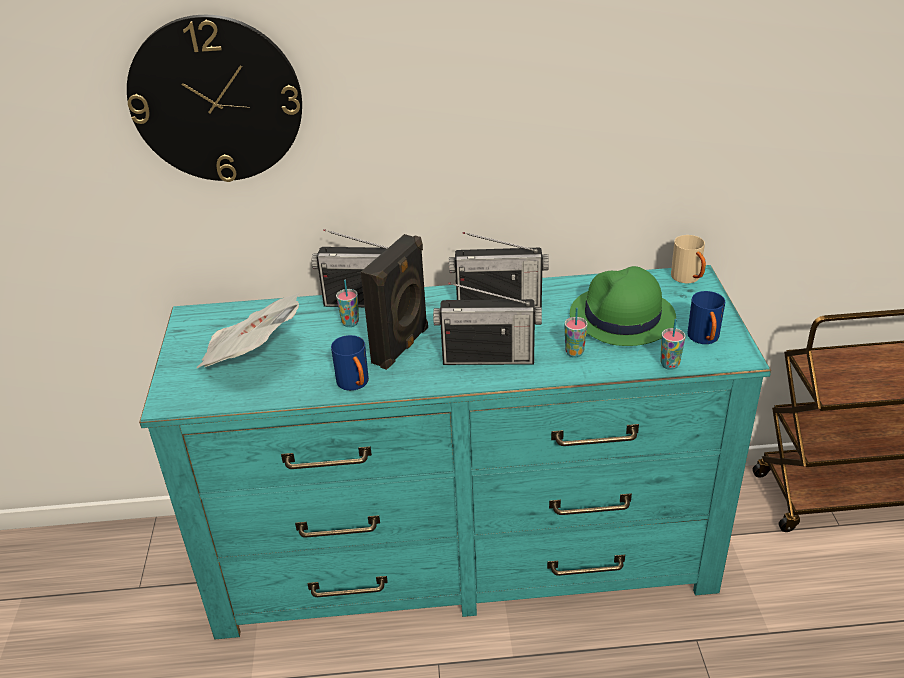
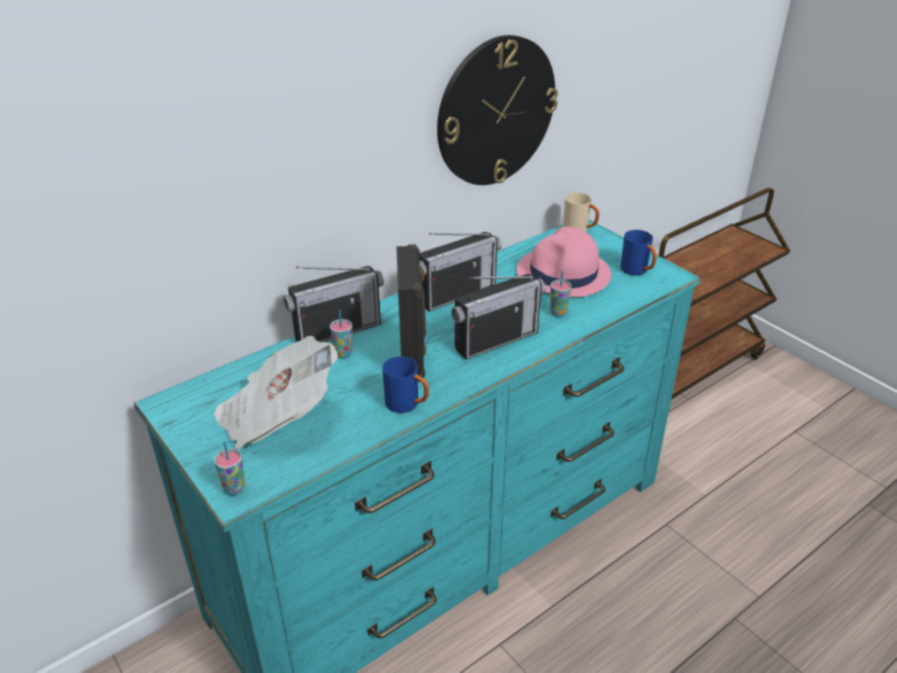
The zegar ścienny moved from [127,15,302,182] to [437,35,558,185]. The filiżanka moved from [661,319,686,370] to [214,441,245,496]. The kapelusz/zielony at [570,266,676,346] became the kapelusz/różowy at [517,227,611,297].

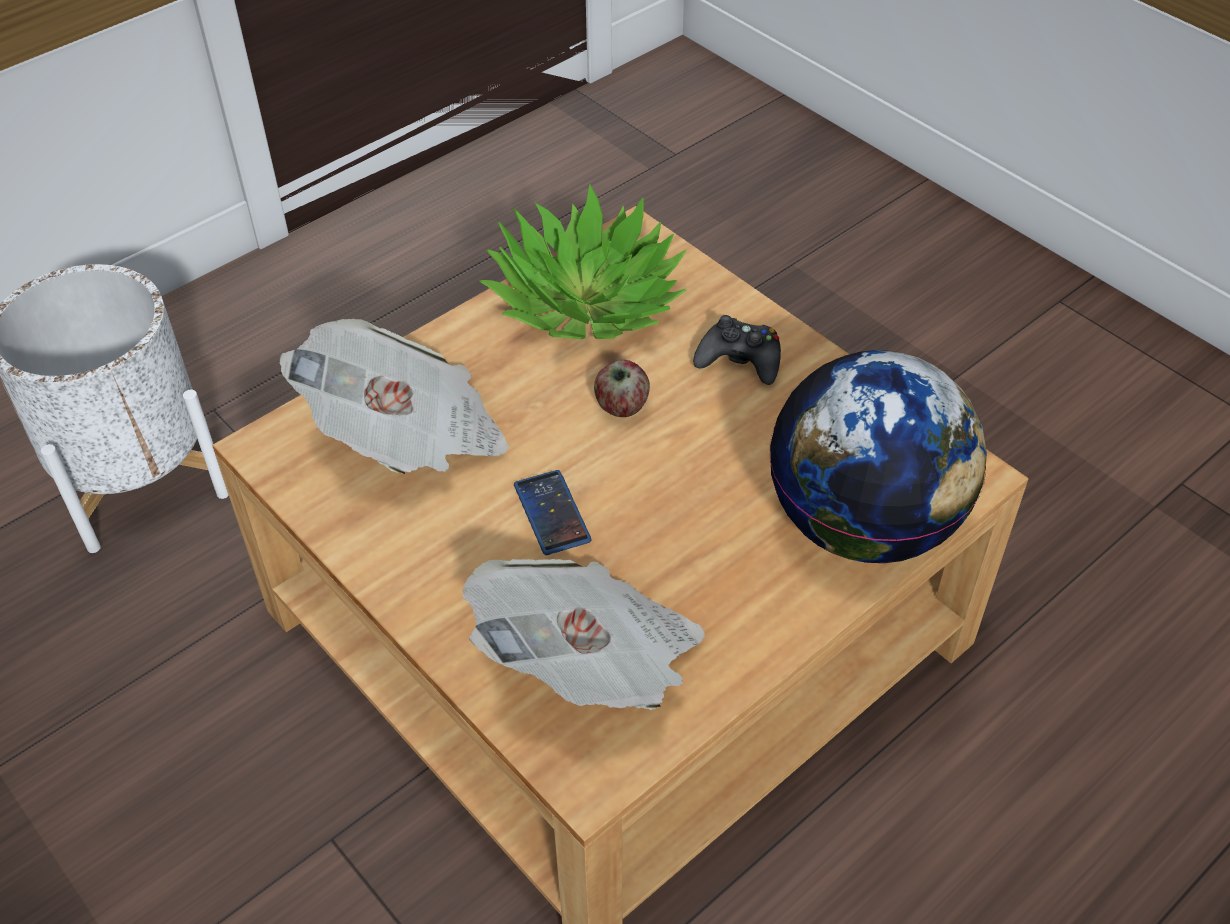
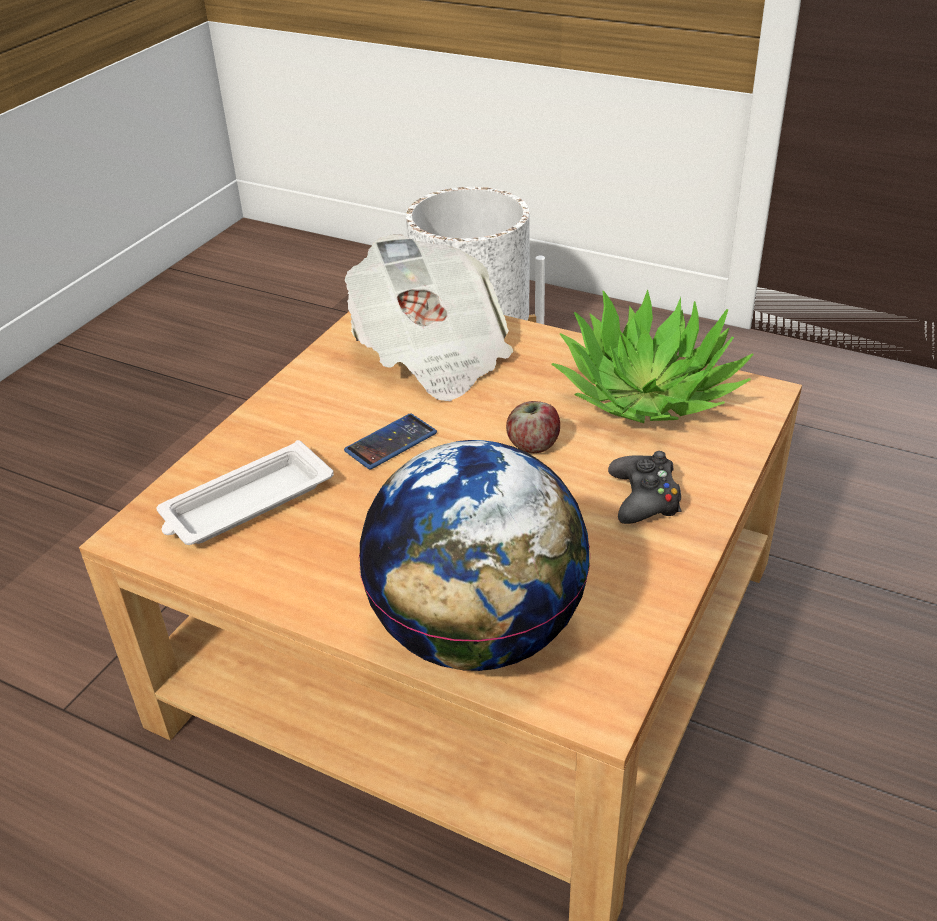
The gazeta at [462,559,705,710] was replaced by the taca/biały at [157,440,334,545].

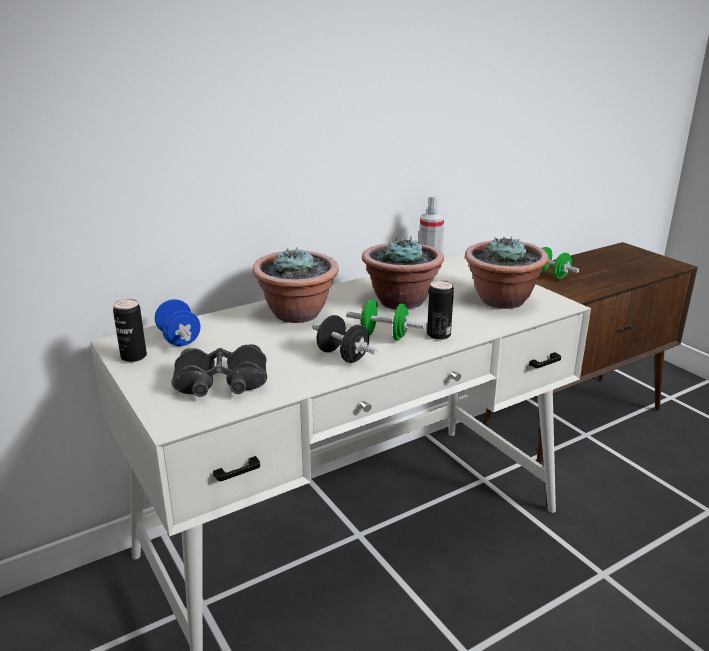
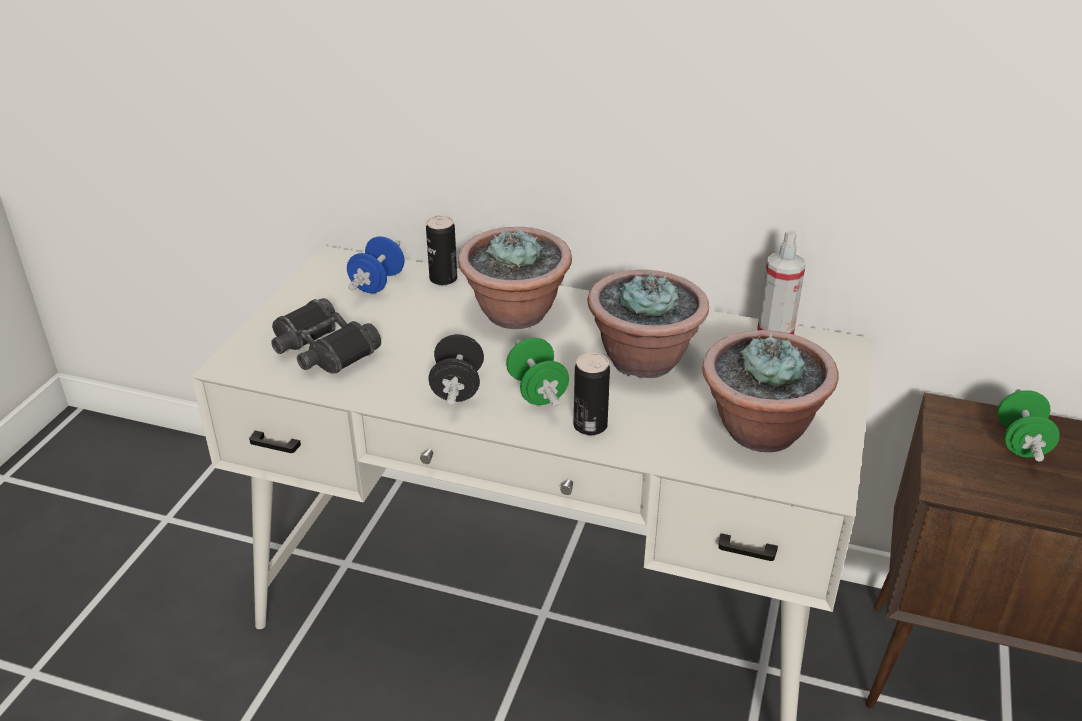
The puszka moved from [113,299,147,362] to [426,215,457,285].

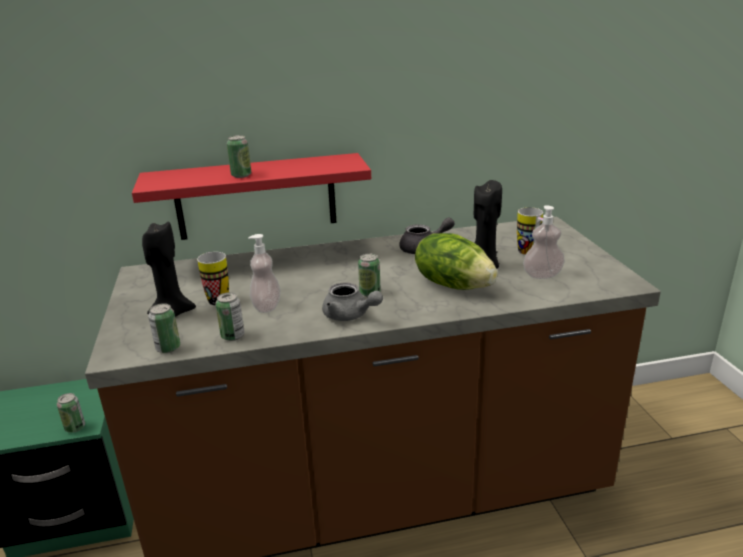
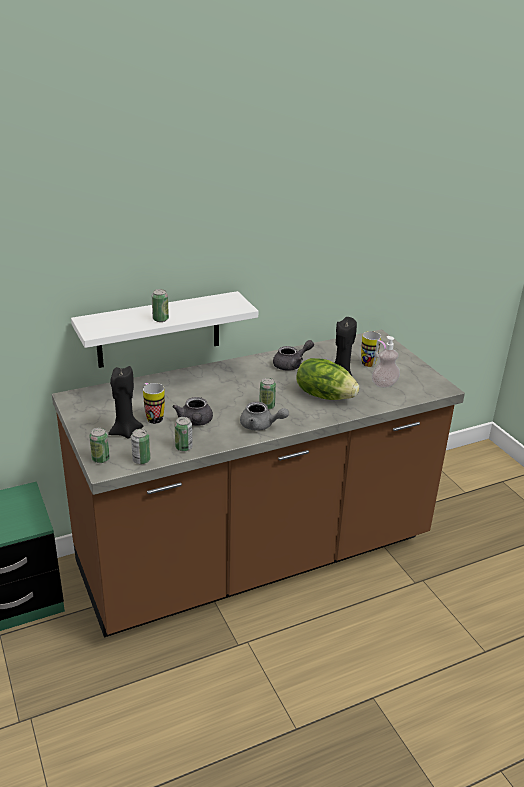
The puszka moved from [57,393,85,433] to [89,428,110,463]. The dozownik mydła at [248,234,281,313] was replaced by the imbryk/szary at [173,397,213,426]. The półka/czerwony at [132,153,371,240] became the półka/biały at [71,291,258,368].

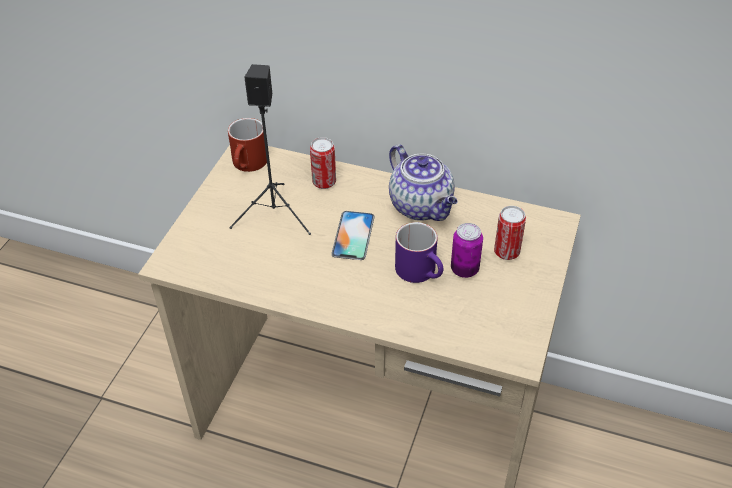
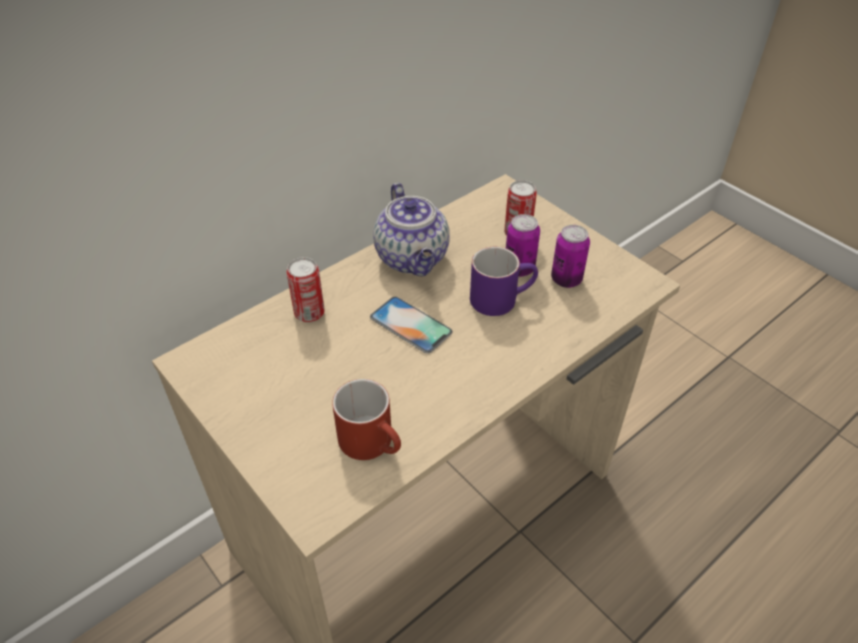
The głośnik/czarny at [230,64,311,235] disappeared. The puszka at [551,225,590,288] appeared. The kubek/czerwony moved from [228,118,267,172] to [332,379,401,460]. The imbryk at [389,144,457,221] turned 75 degrees clockwise.

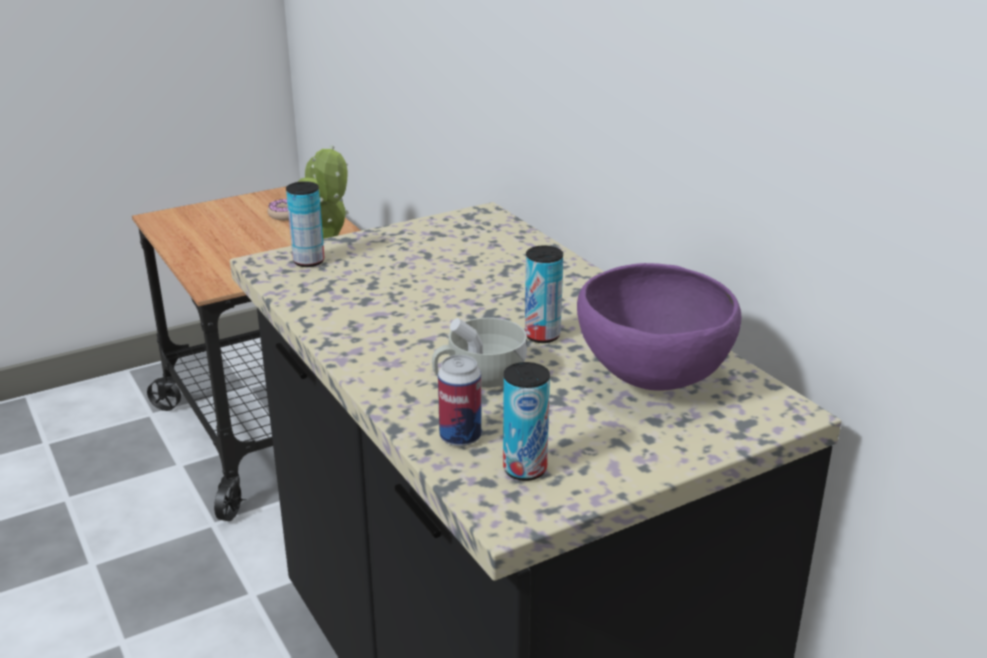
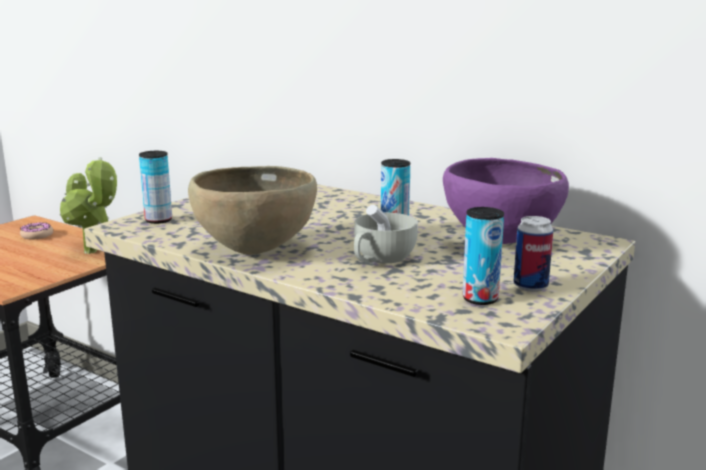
The miska/brązowy at [188,166,317,255] appeared. The puszka moved from [438,355,482,446] to [514,216,553,292].

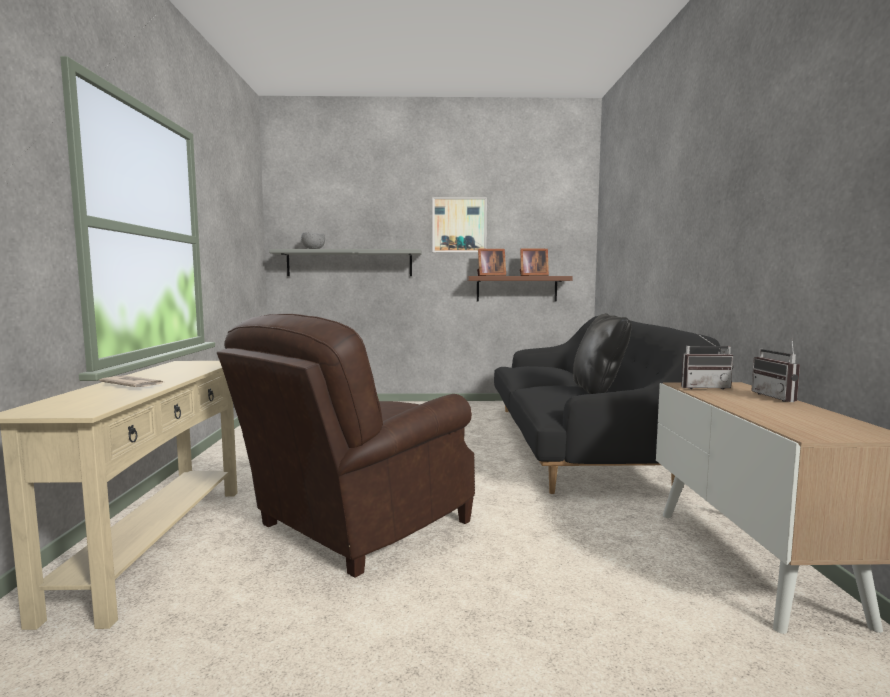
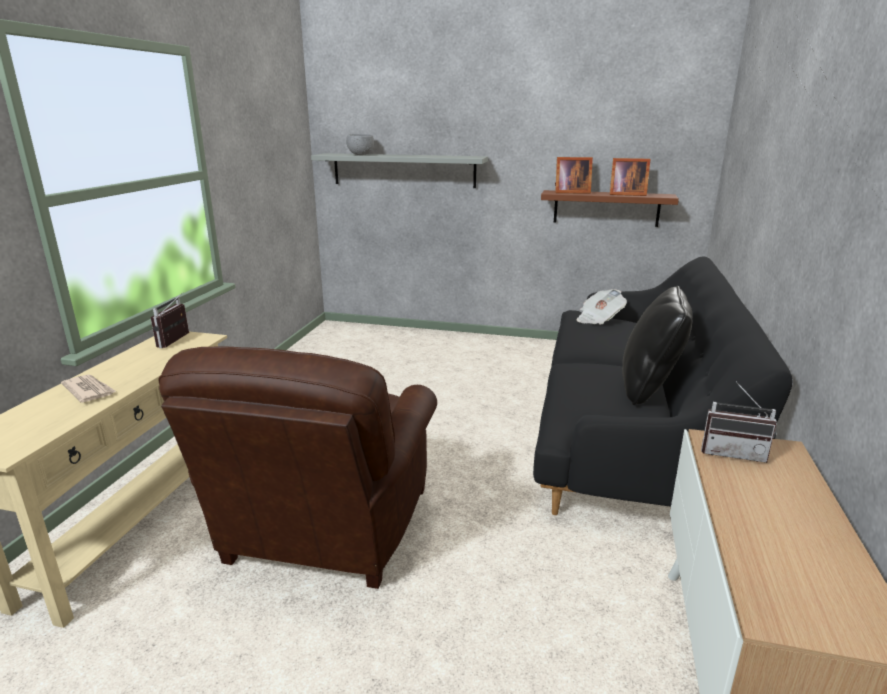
The obraz at [432,197,487,253] disappeared. The gazeta at [576,289,627,325] appeared. The radio moved from [751,338,800,402] to [150,292,189,348]. The fotel/brązowy at [217,314,475,578] turned 45 degrees counterclockwise.

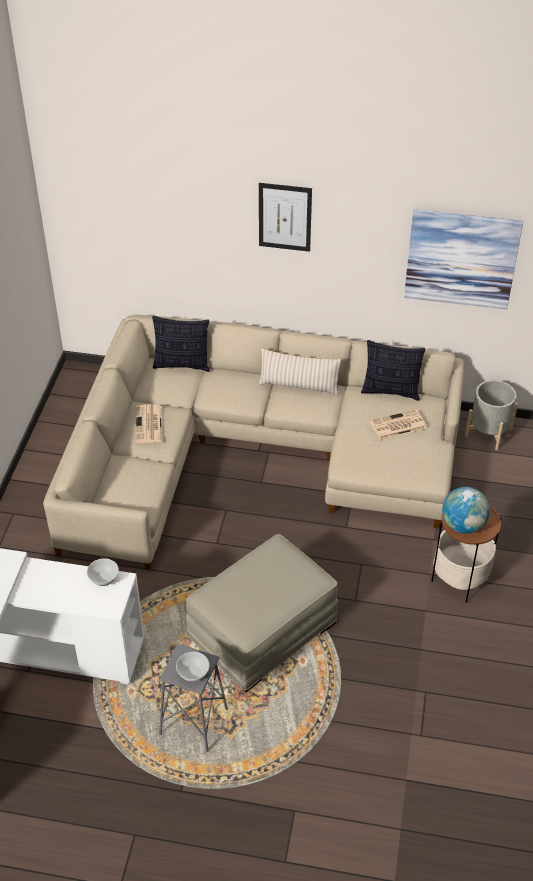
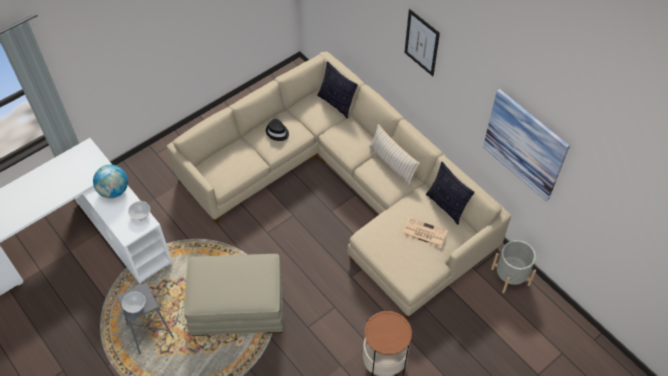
The globus moved from [442,487,490,534] to [93,164,128,198]. The gazeta at [136,404,163,443] was replaced by the kapelusz/czarny at [266,119,289,141].

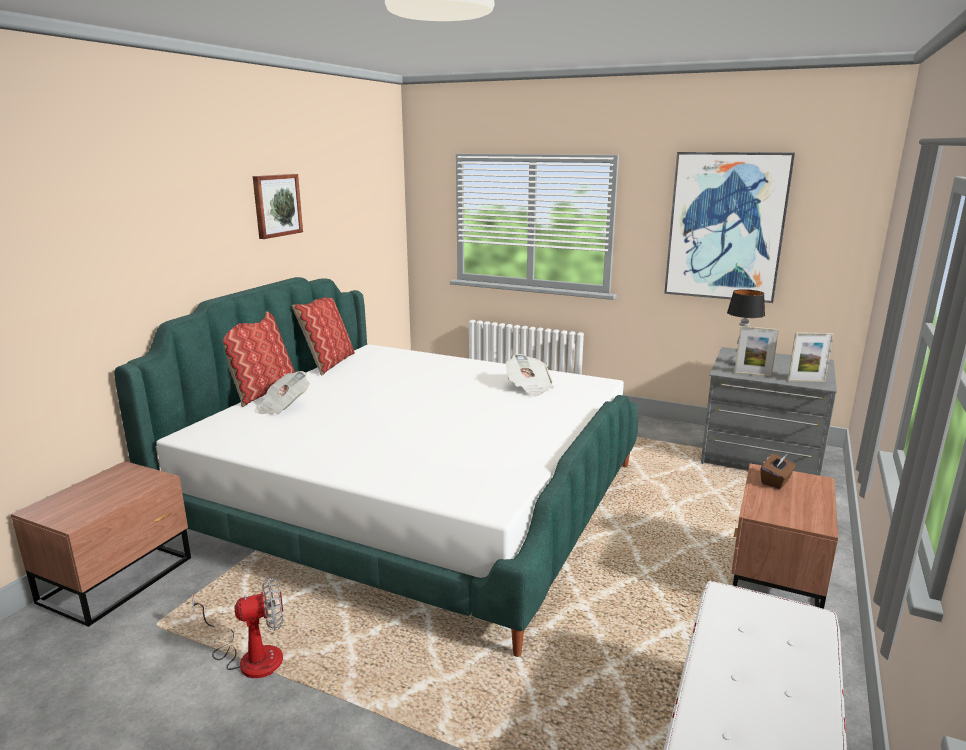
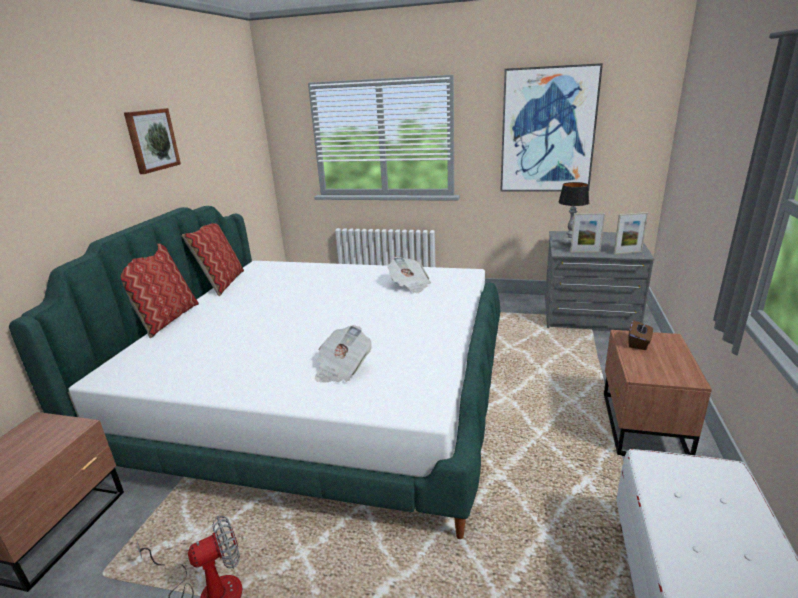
The gazeta moved from [254,371,310,415] to [315,325,371,383].

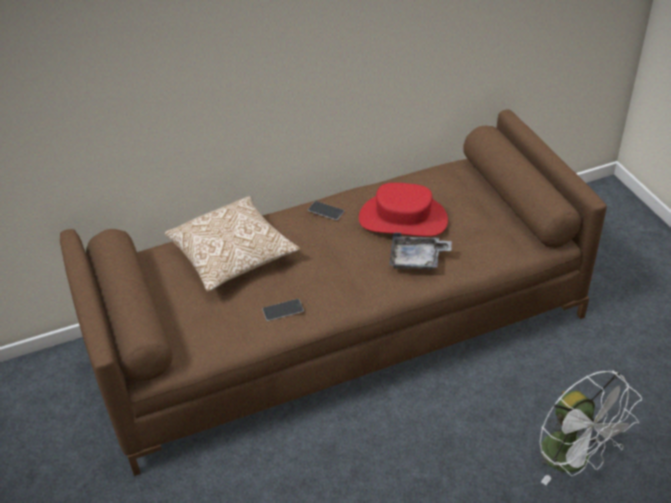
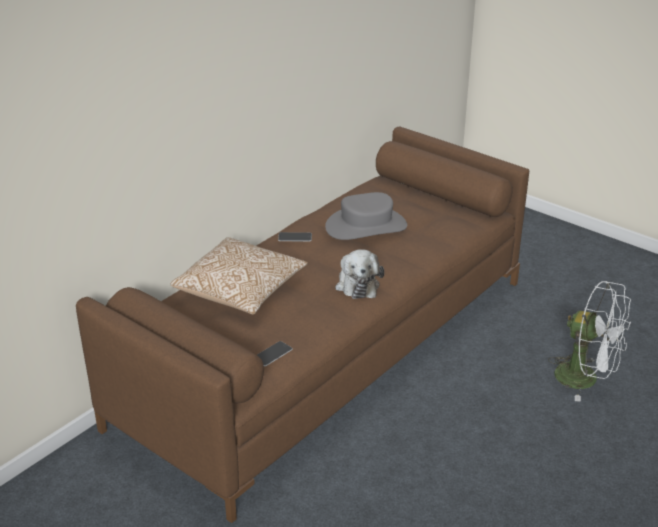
The taca/szary at [389,233,452,270] disappeared. The pluszak at [335,249,384,299] appeared. The telefon moved from [262,299,304,321] to [257,341,293,367]. The kapelusz/czerwony at [359,183,448,237] became the kapelusz/szary at [325,192,407,240].

